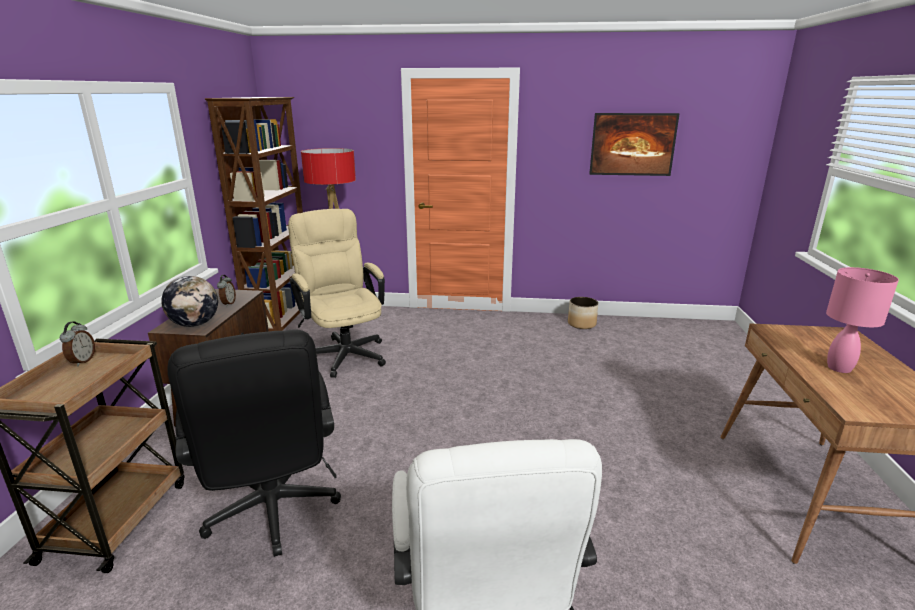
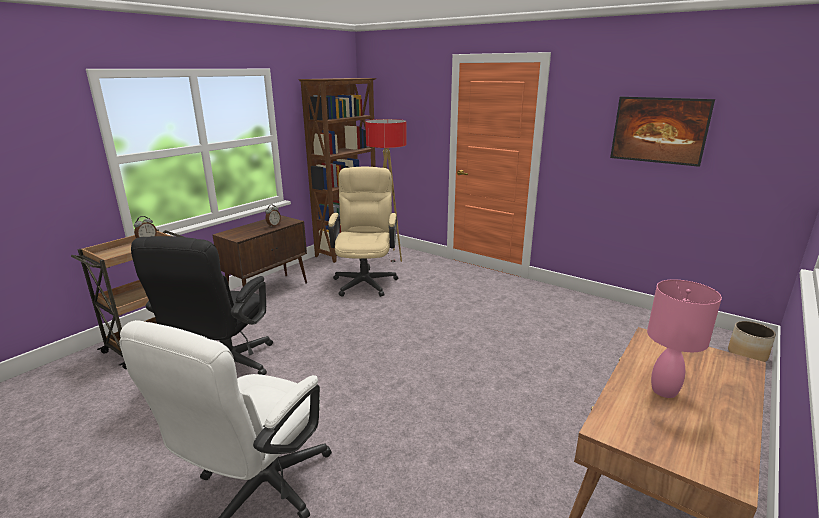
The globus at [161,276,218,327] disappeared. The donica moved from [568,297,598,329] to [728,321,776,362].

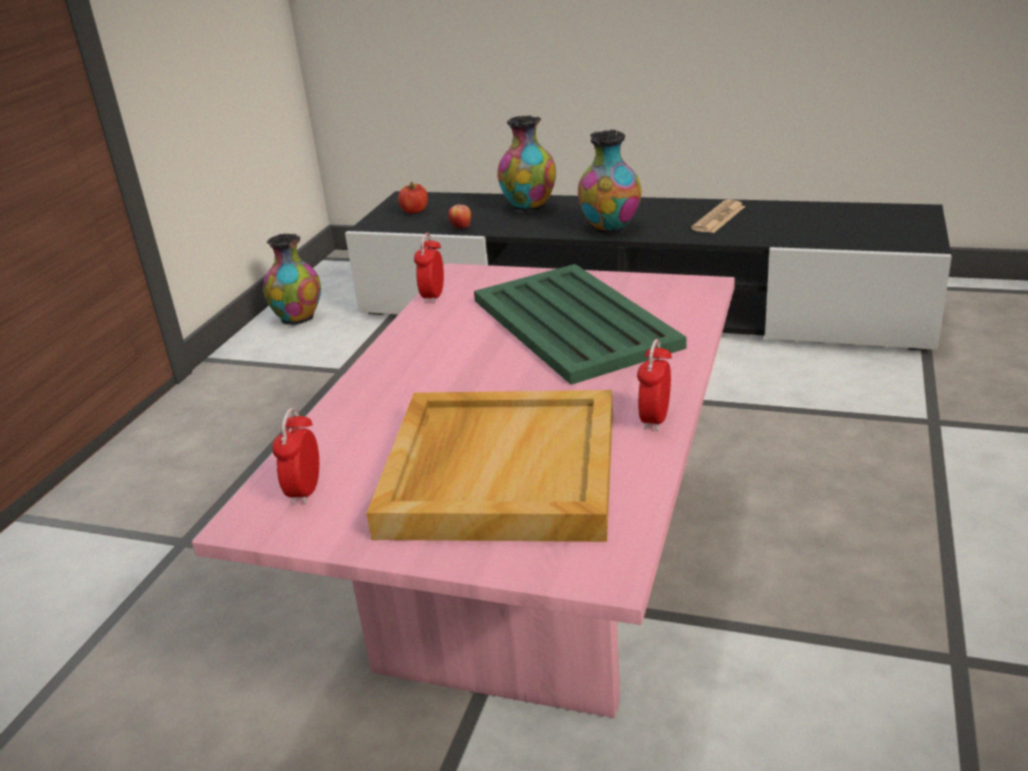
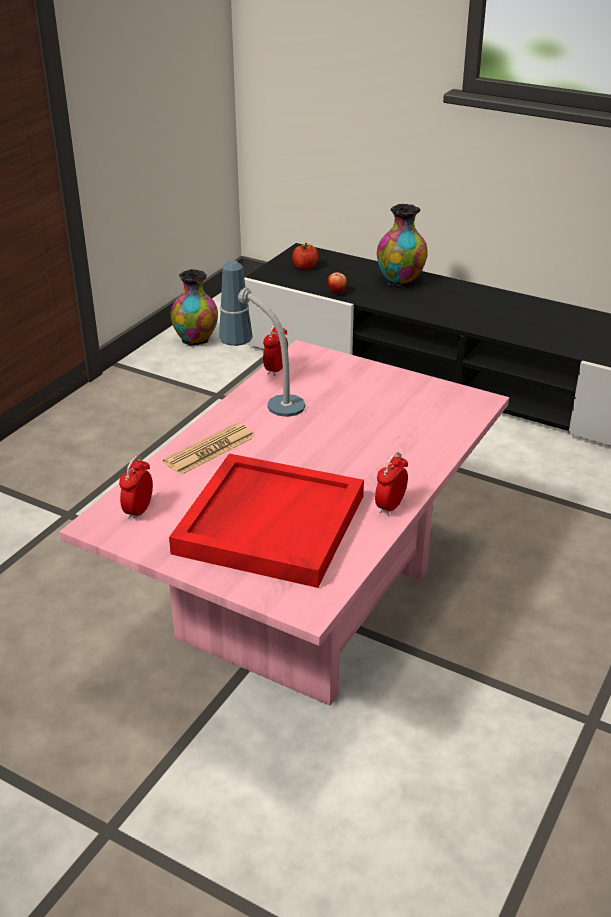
The taca/zielony at [474,264,686,385] disappeared. The wazon at [578,129,641,234] disappeared. The lampa stołowa at [219,260,305,417] appeared. The gazeta moved from [691,200,745,233] to [163,423,255,475]. The taca/beżowy at [366,390,613,542] became the taca/czerwony at [169,454,364,588].

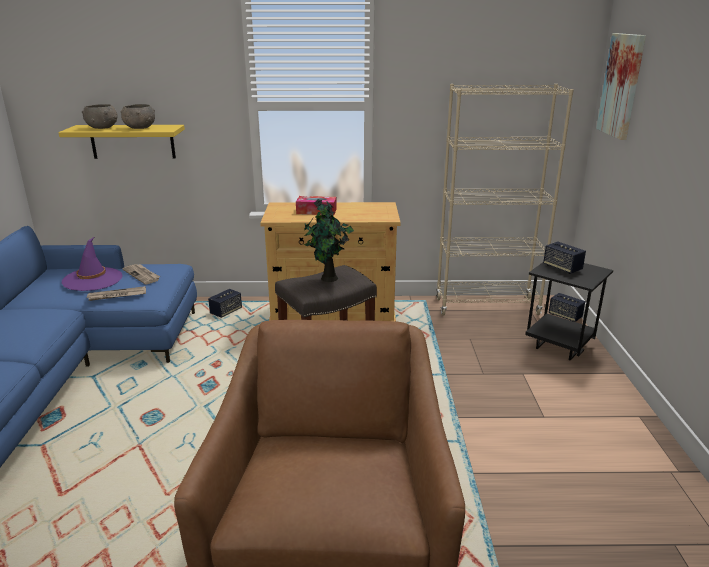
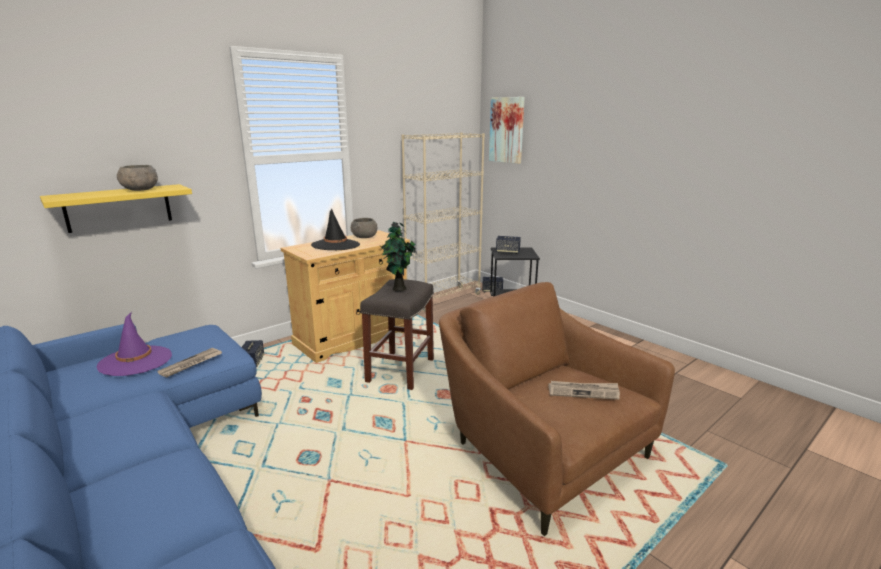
The miska/szary moved from [82,104,118,129] to [351,218,377,238]. The gazeta moved from [123,264,160,285] to [548,381,620,400]. The pudełko chusteczek at [296,196,337,215] was replaced by the kapelusz/czarny at [311,208,360,250].

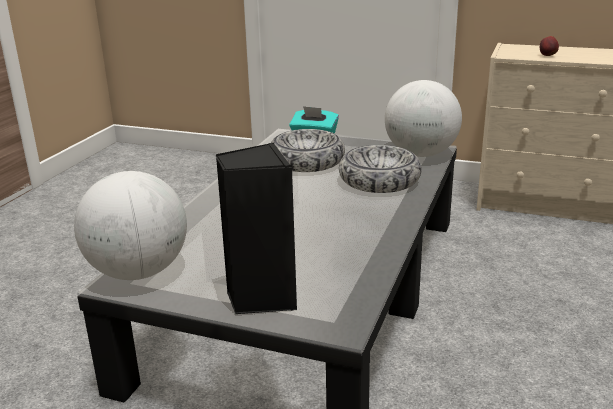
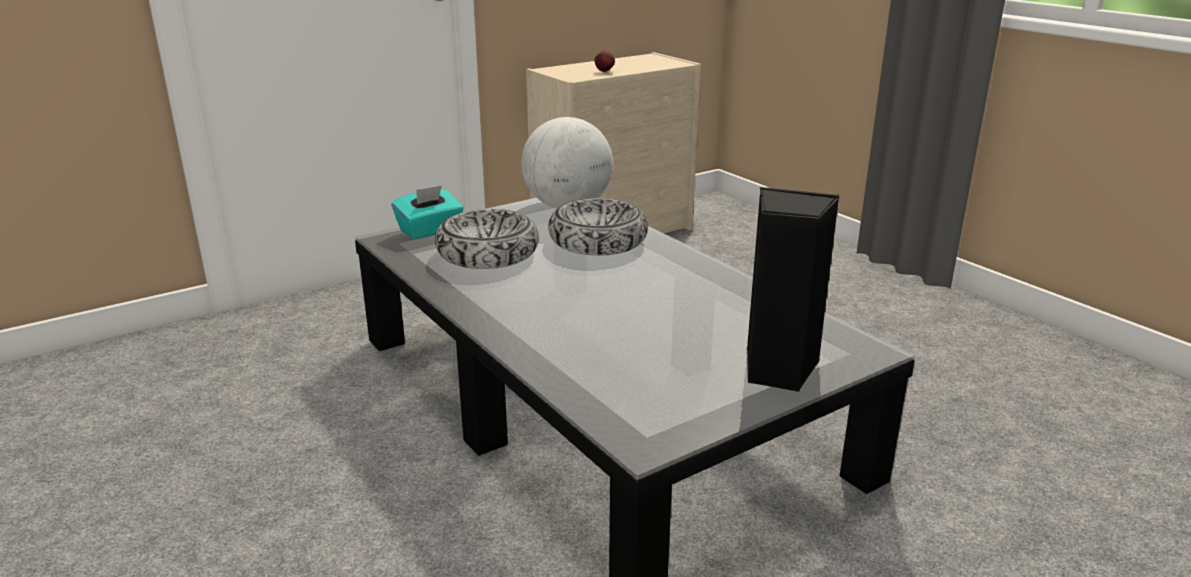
The globus at [74,171,187,280] disappeared.

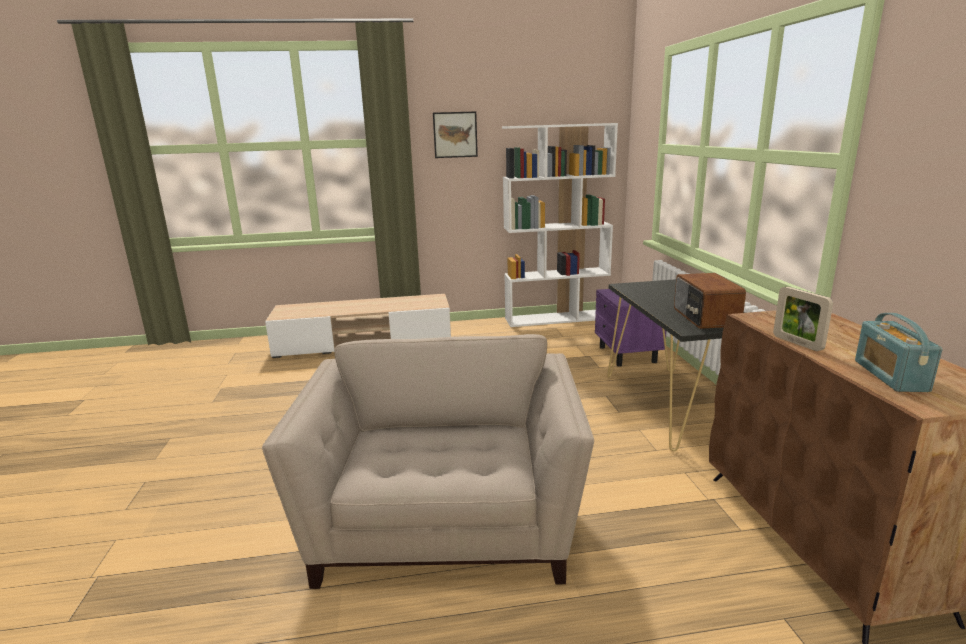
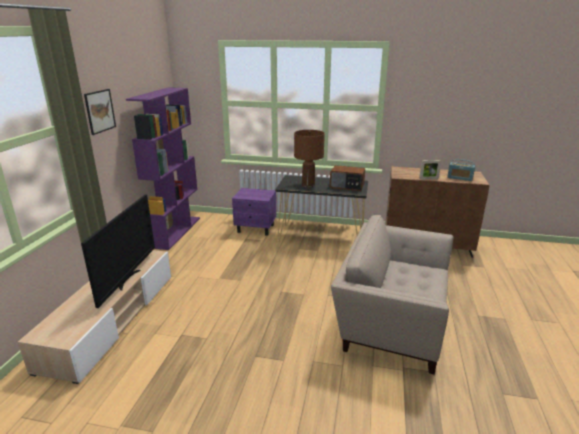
The telewizor at [81,195,155,308] appeared. The lampa stołowa/brązowy at [294,130,325,188] appeared. The regał/biały at [502,123,618,327] became the regał/fioletowy at [126,87,200,250].

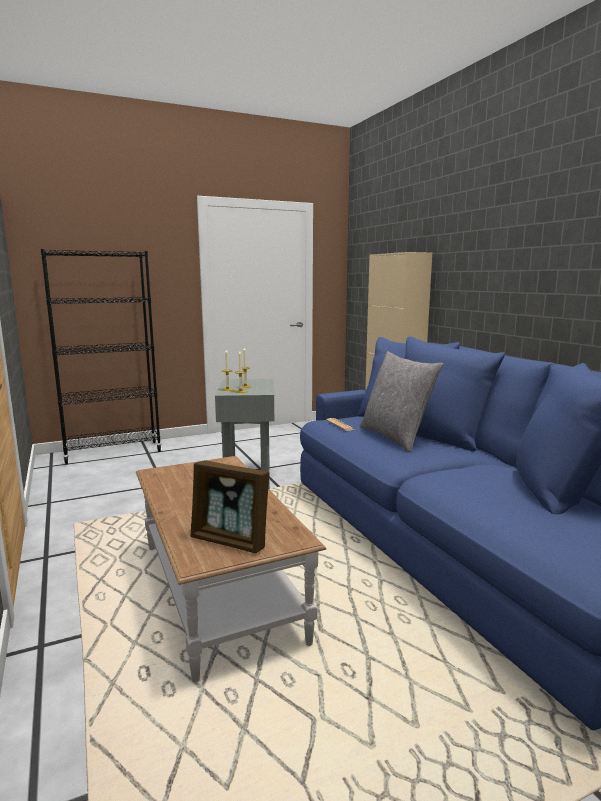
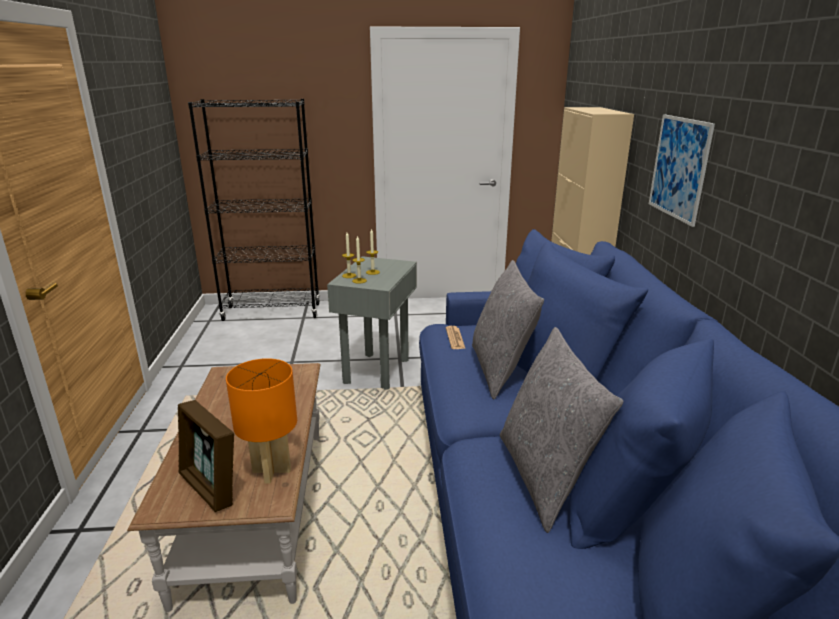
The lampa stołowa/pomarańczowy at [226,358,297,484] appeared. The poduszka/szary at [500,327,623,533] appeared. The obraz at [649,114,715,227] appeared.

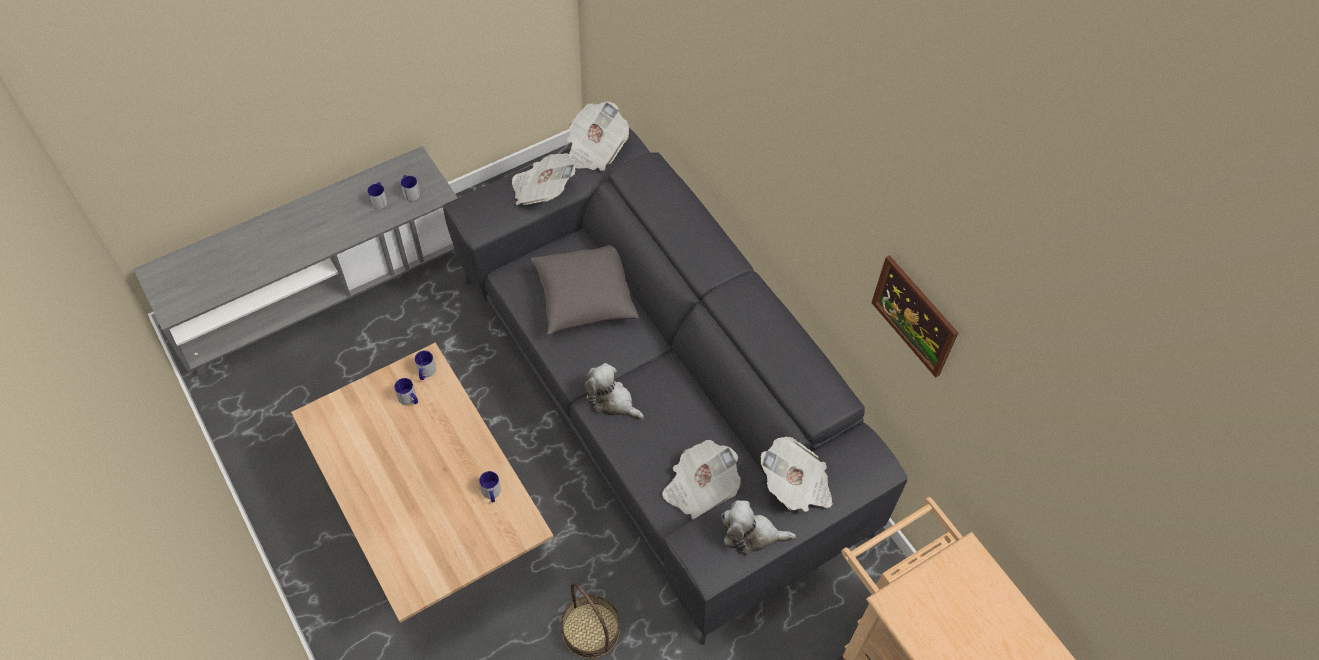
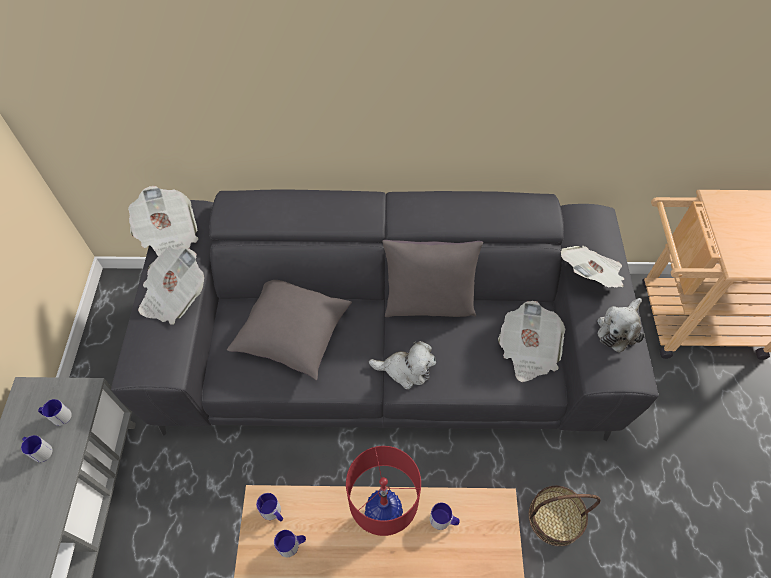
The obraz at [871,255,958,378] disappeared. The lampa stołowa/czerwony at [346,446,421,536] appeared. The poduszka/szary at [382,240,483,317] appeared. The pluszak at [584,363,644,420] turned 150 degrees counterclockwise.

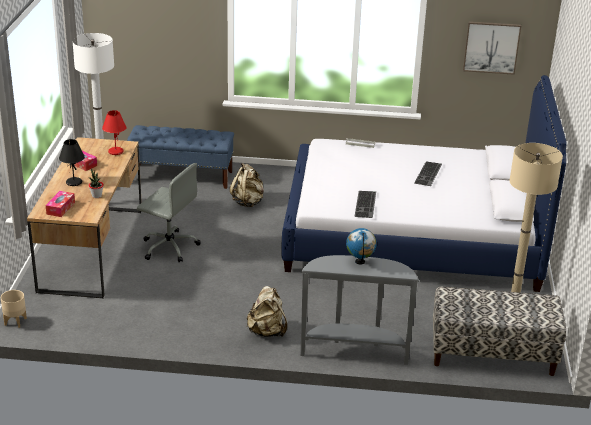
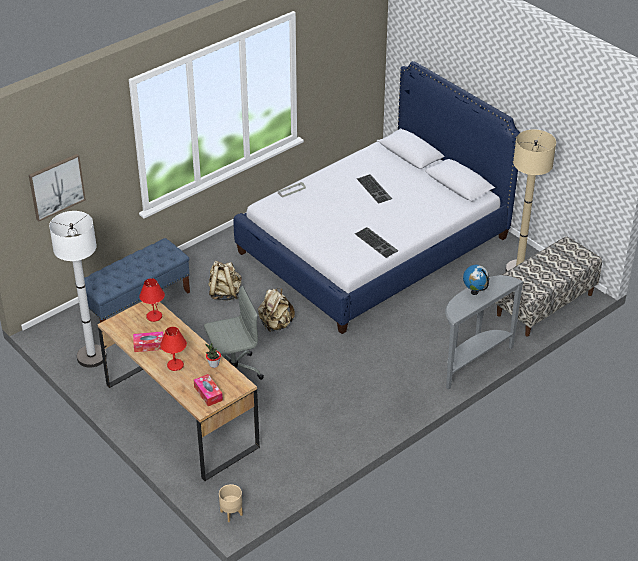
The plecak/beżowy moved from [247,286,287,337] to [258,288,295,332]. The obraz moved from [463,21,521,75] to [29,154,86,222]. The lampa stołowa/czarny at [59,139,85,186] became the lampa stołowa/czerwony at [160,327,187,371].

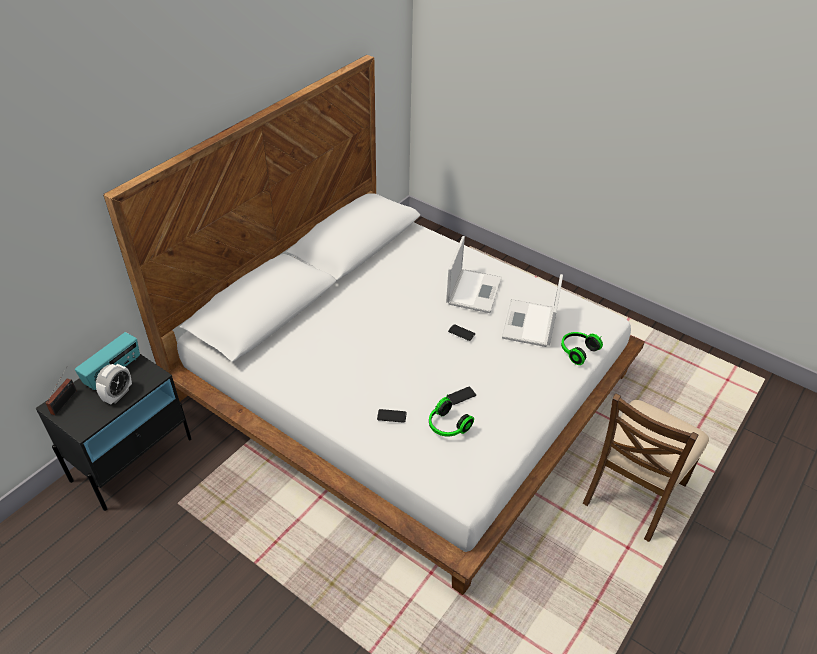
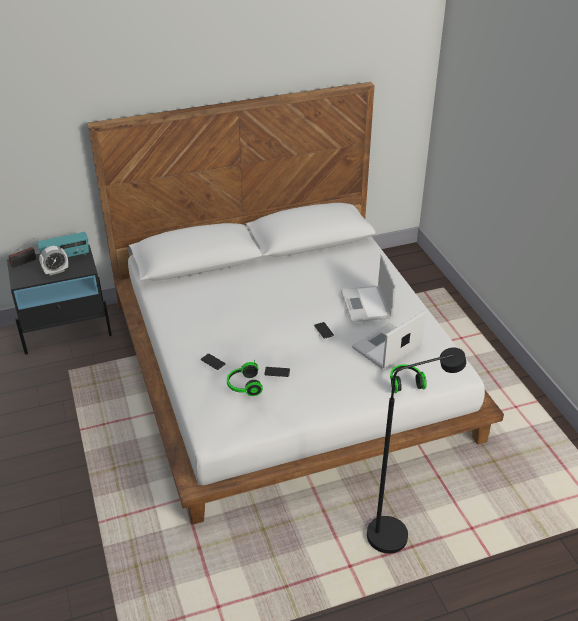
The krzesło/brązowy at [583,393,709,542] was replaced by the lampa stojąca/czarny at [367,348,466,554]. The laptop at [446,236,502,313] turned 120 degrees clockwise.

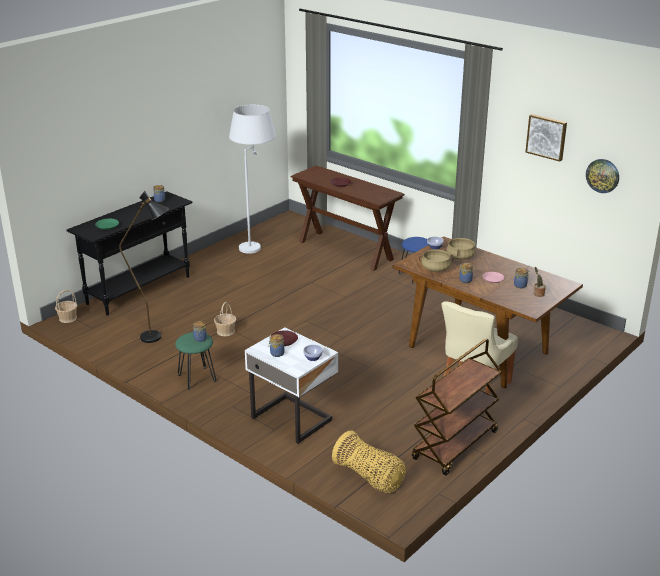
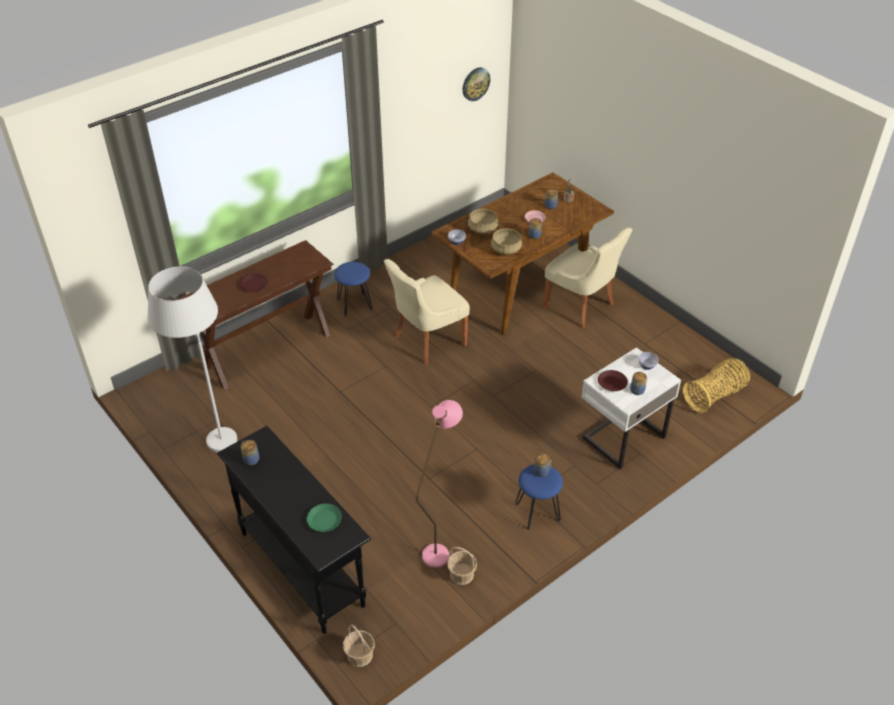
The wózek/brązowy at [412,339,502,476] disappeared. The obraz at [525,114,567,162] disappeared. The krzesło/beżowy at [384,259,470,365] appeared. The koszyk moved from [214,302,236,336] to [447,547,477,585]. The lampa stojąca/czarny at [119,191,169,343] became the lampa stojąca/różowy at [416,400,463,568]. The stołek/zielony at [175,332,216,390] became the stołek/niebieski at [515,464,563,530].

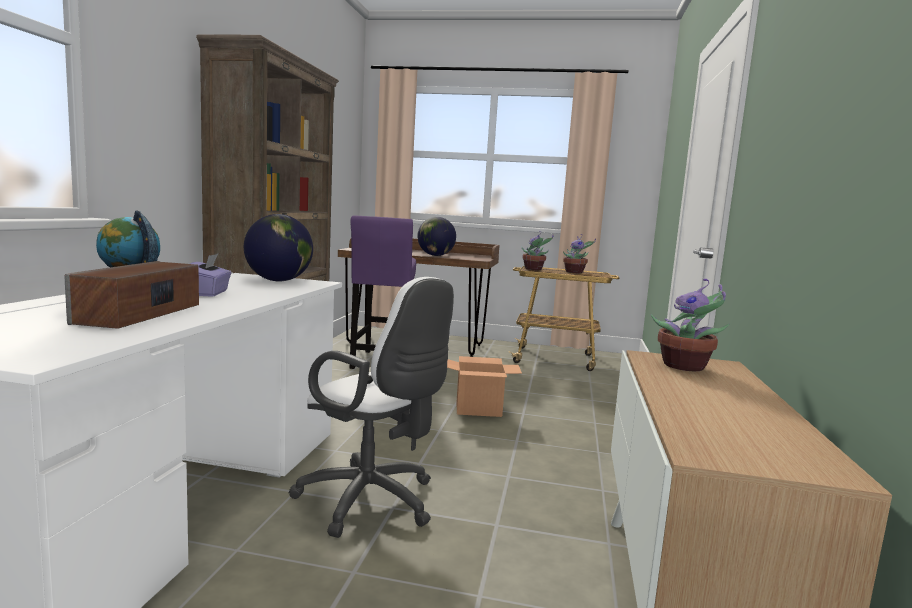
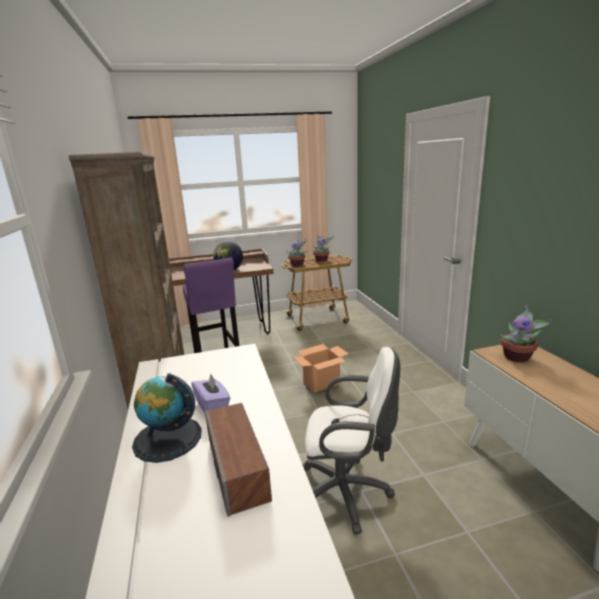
The globus at [244,214,313,281] disappeared.

